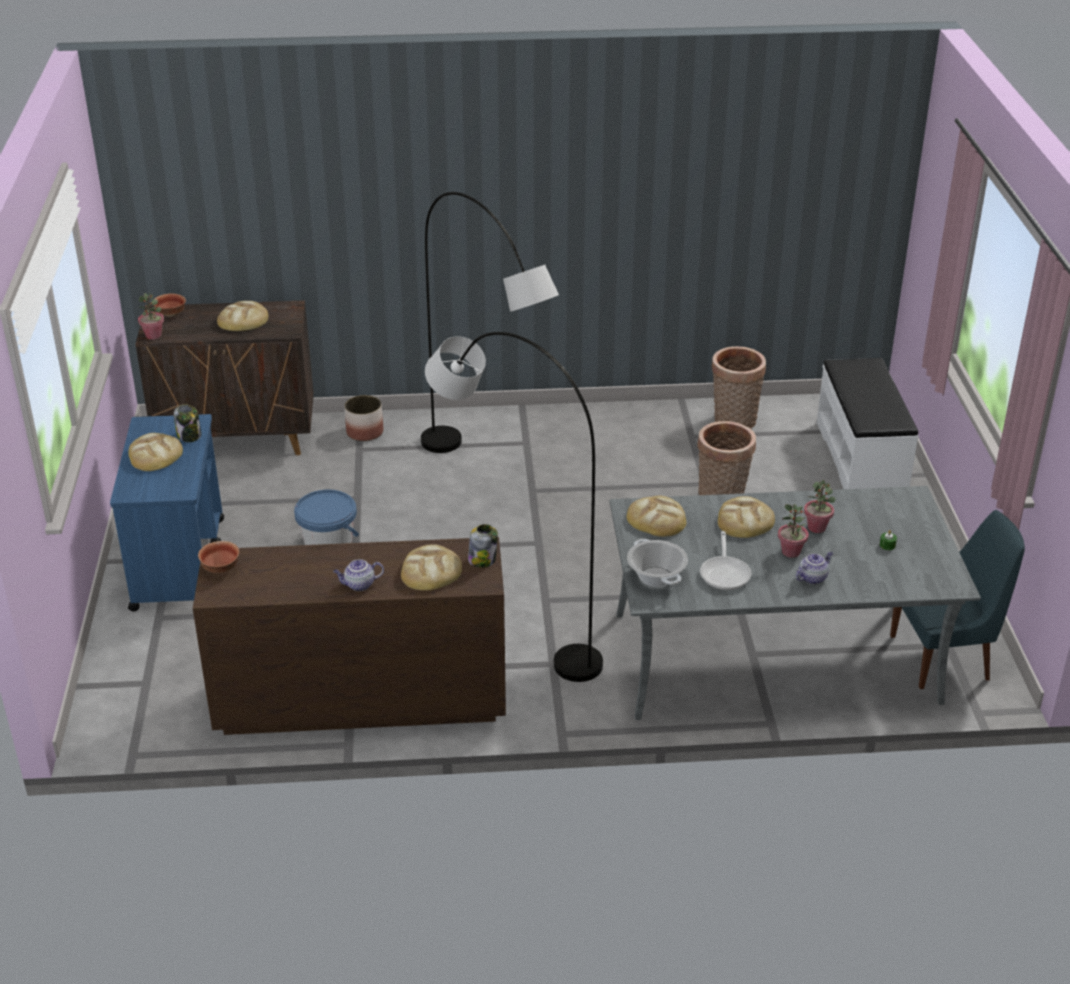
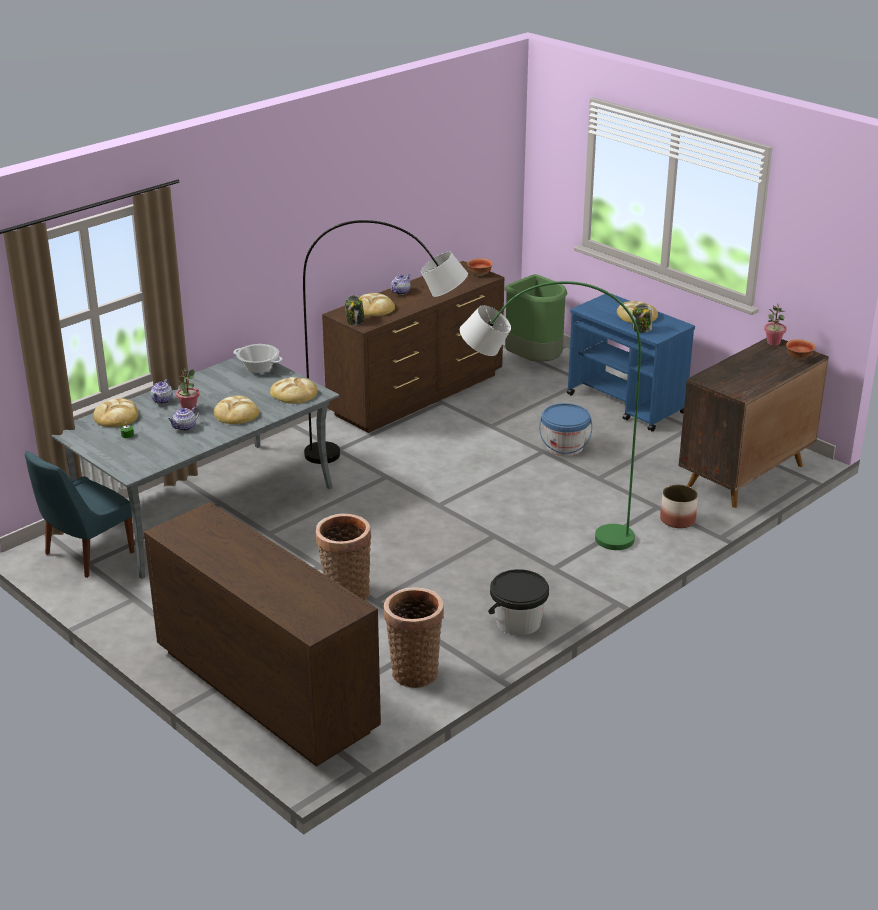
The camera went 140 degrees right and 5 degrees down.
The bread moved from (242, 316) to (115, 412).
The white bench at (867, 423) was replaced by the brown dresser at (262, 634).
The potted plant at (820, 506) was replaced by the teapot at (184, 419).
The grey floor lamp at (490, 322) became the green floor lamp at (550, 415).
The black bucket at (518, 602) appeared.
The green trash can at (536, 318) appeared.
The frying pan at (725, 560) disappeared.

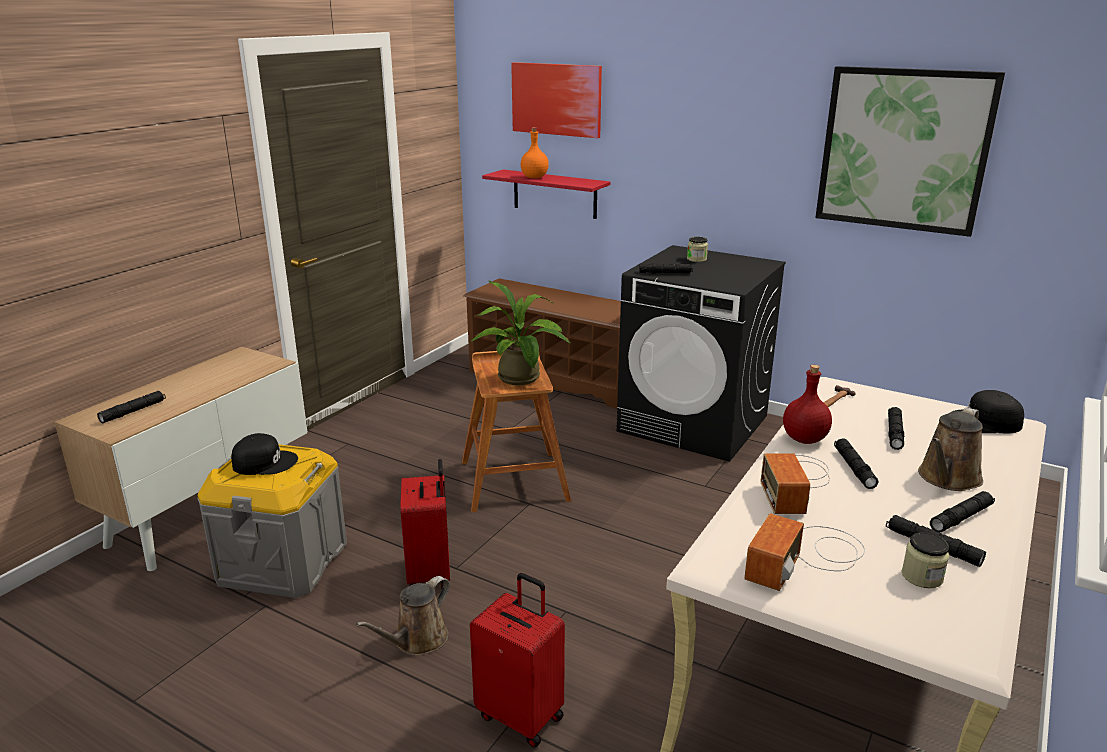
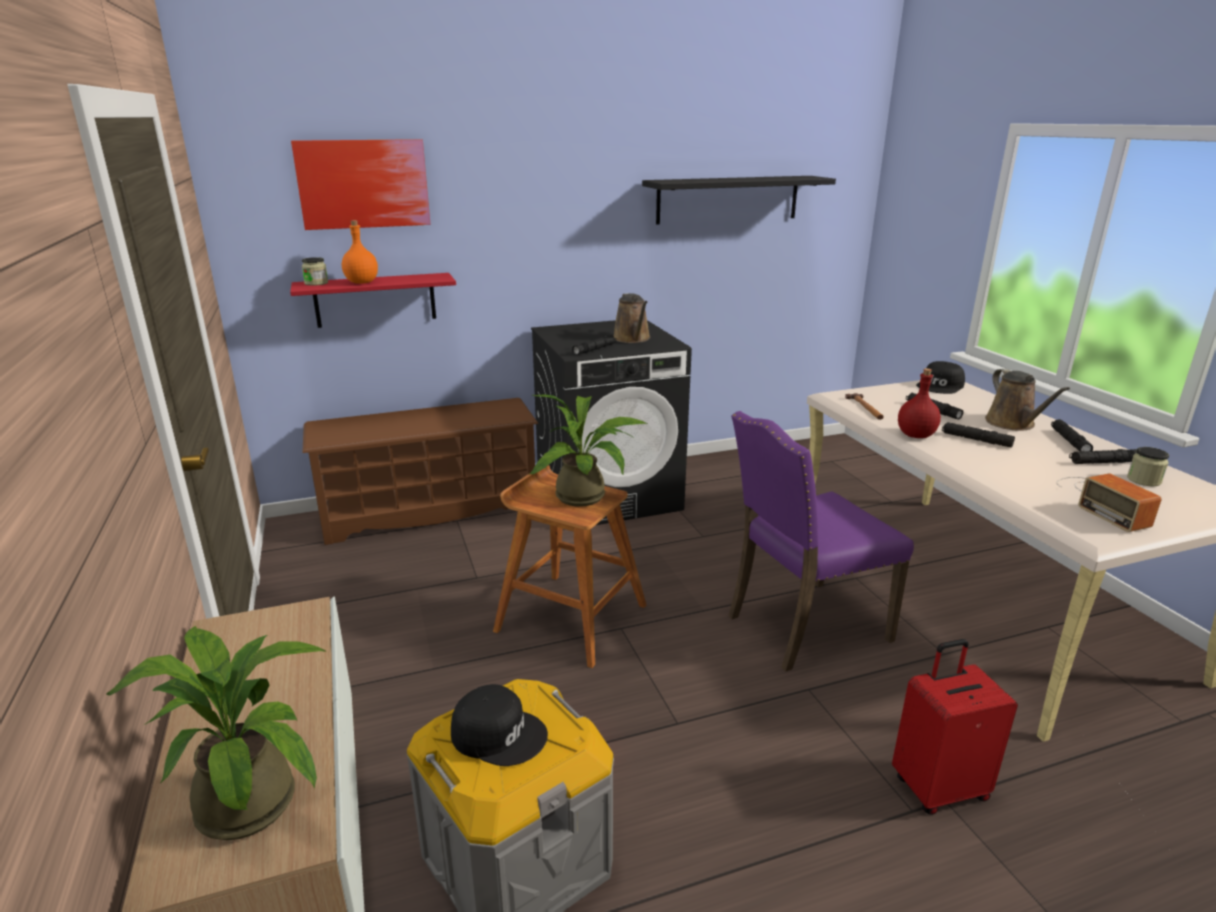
The camera went 50 degrees left and 0 degrees up.
The black flashlight at (131, 407) was replaced by the potted plant at (216, 733).
The jar moved from (697, 249) to (315, 271).
The black cap at (264, 454) turned 75 degrees clockwise.
The brown watering can moved from (403, 616) to (632, 318).
The picture at (910, 151) was replaced by the black shelf at (739, 200).
The purple chair at (821, 541) appeared.
The red suitcase at (425, 524) disappeared.
The radio at (795, 483) disappeared.

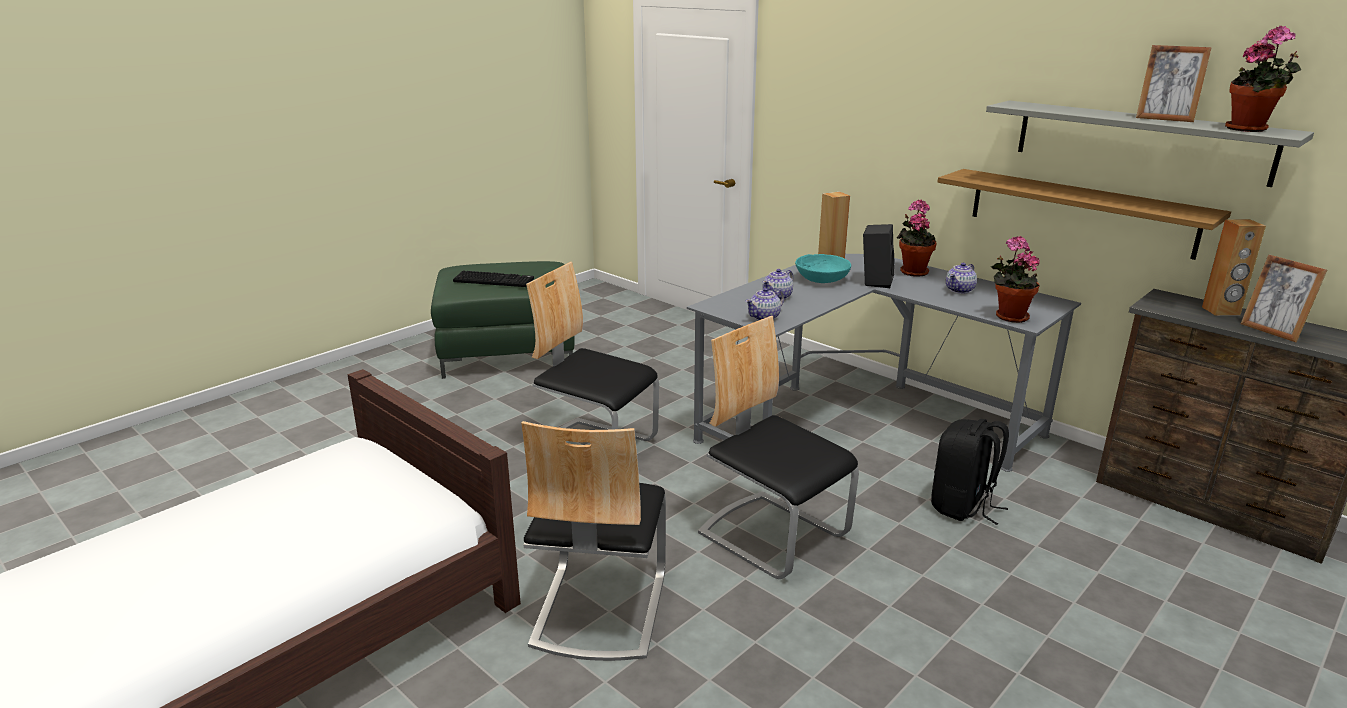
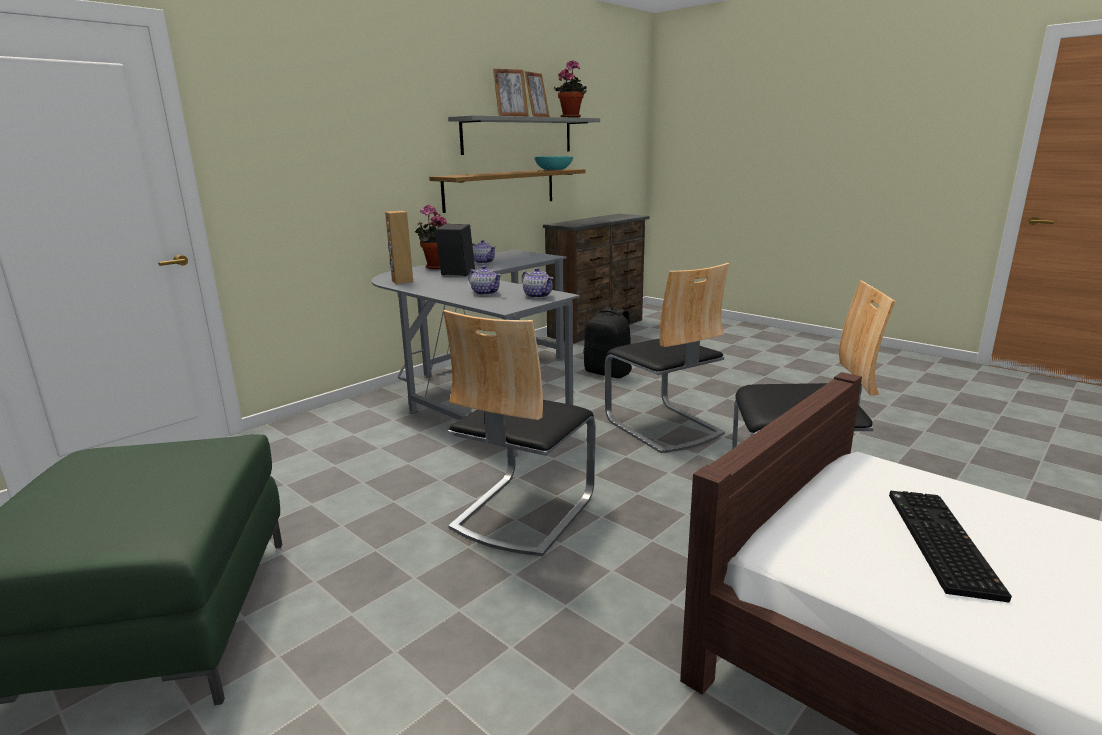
The camera went 90 degrees left and 5 degrees down.
The picture frame moved from (1284, 298) to (511, 92).
The turquoise bowl moved from (823, 268) to (553, 163).
The chair at (778, 447) turned 75 degrees counterclockwise.
The keyboard moved from (493, 279) to (950, 546).
The potted plant at (1015, 279) disappeared.
The brown speaker at (1234, 267) disappeared.

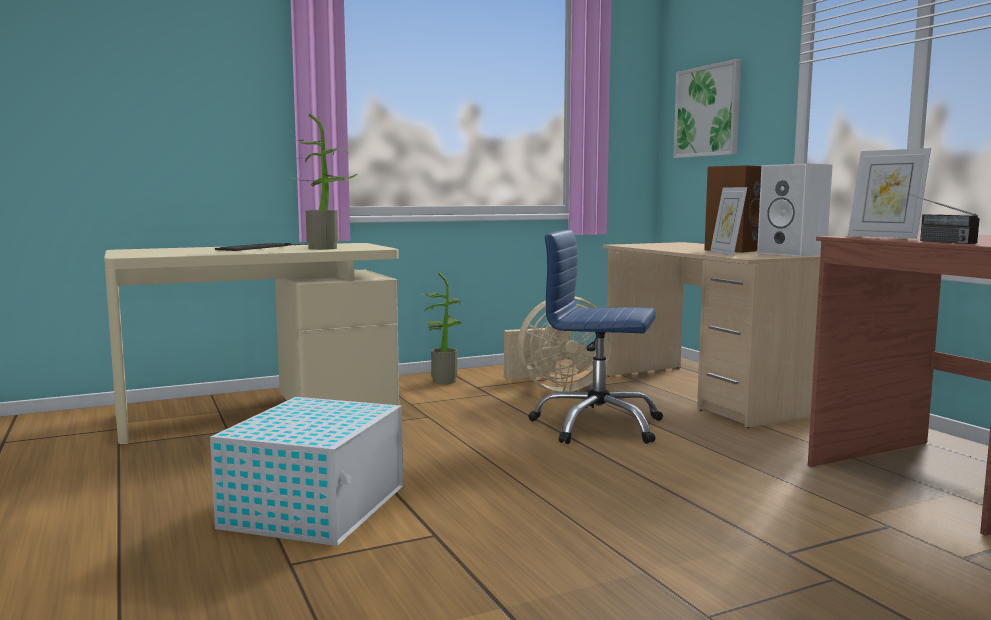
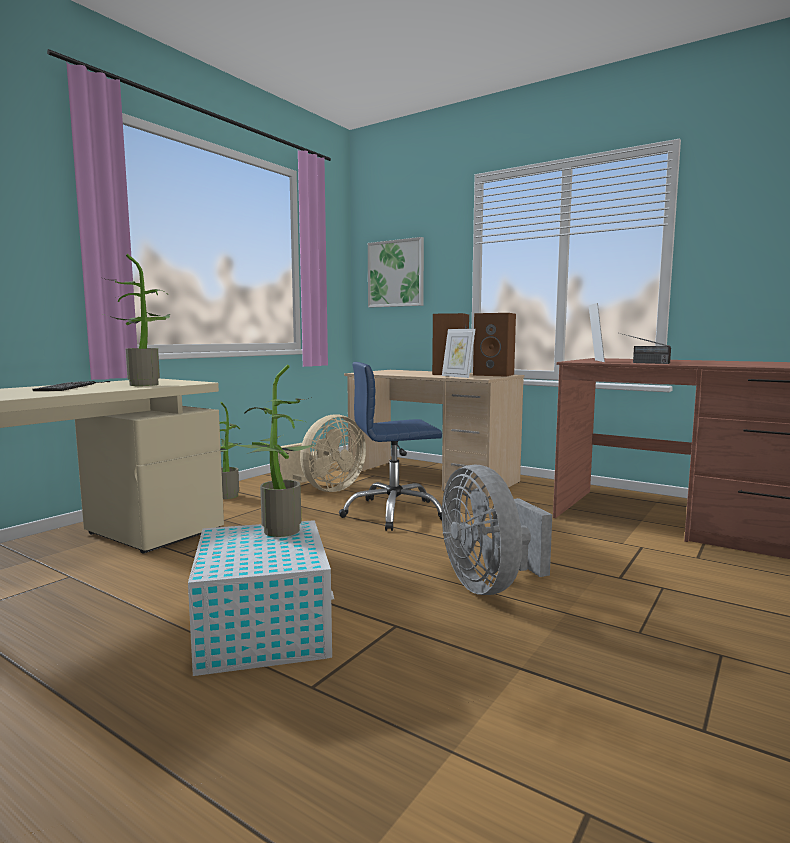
The camera went 30 degrees left and 0 degrees up.
The potted plant at (272, 450) appeared.
The grey fan at (497, 530) appeared.
The white speaker at (794, 210) became the brown speaker at (494, 345).
The picture frame at (889, 193) turned 105 degrees counterclockwise.

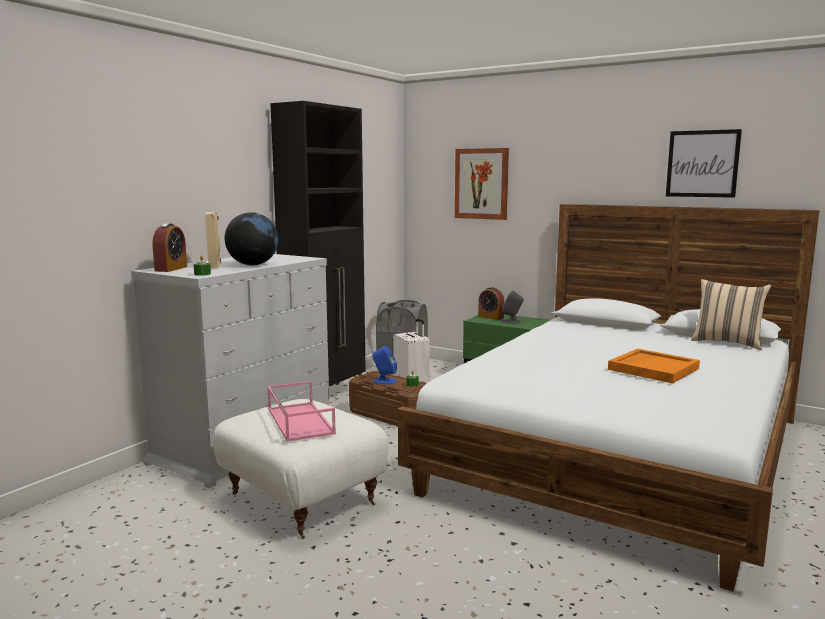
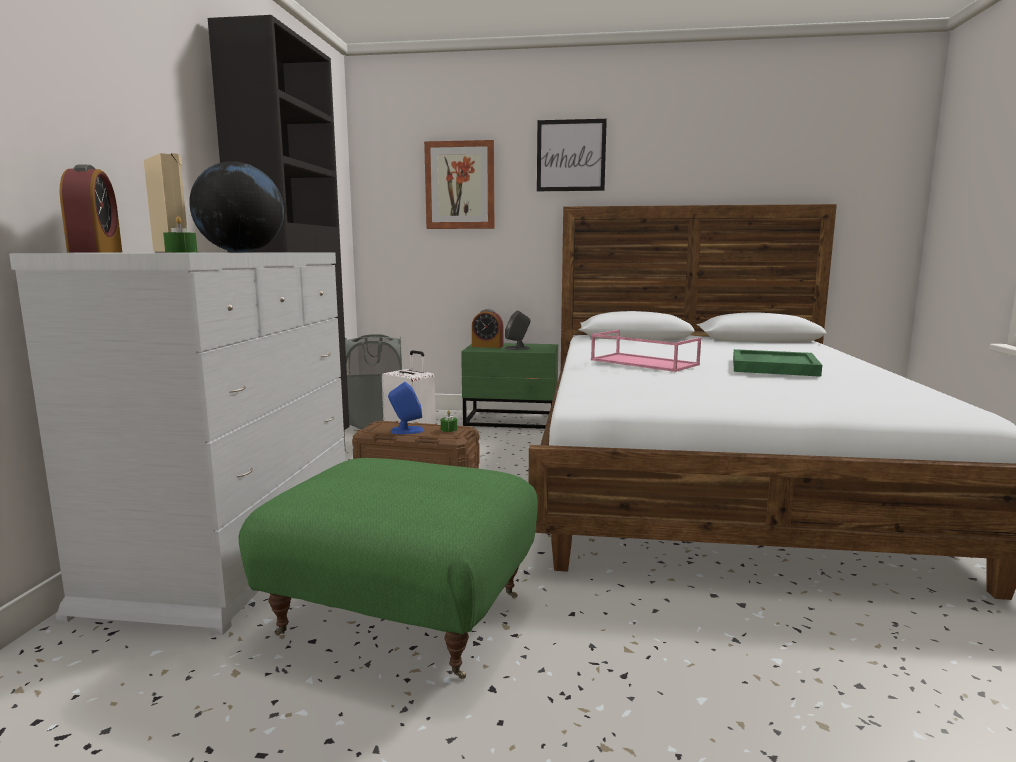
The camera went 25 degrees left and 0 degrees up.
The white ottoman at (301, 469) became the green ottoman at (388, 568).
The picture moved from (704, 163) to (572, 155).
The pink tray moved from (301, 411) to (646, 351).
The orange tray at (654, 366) became the green tray at (777, 363).
The beige pillow at (731, 314) disappeared.

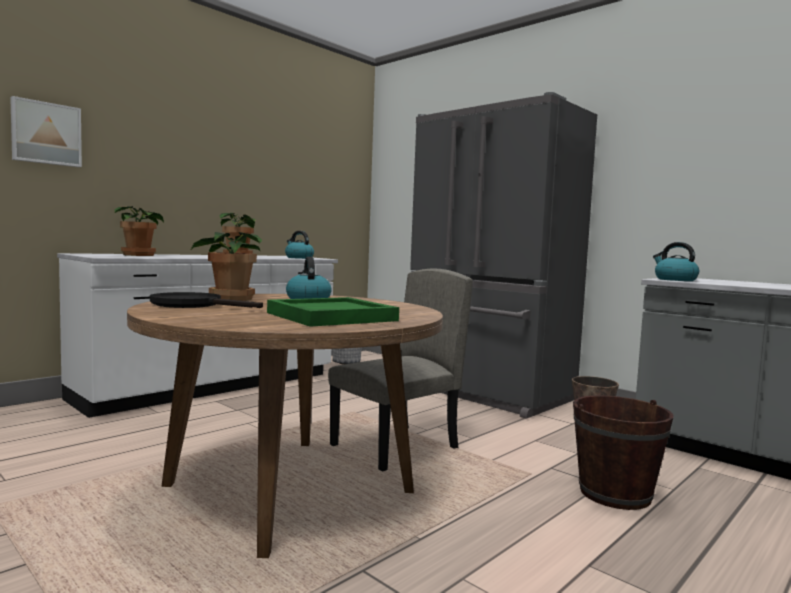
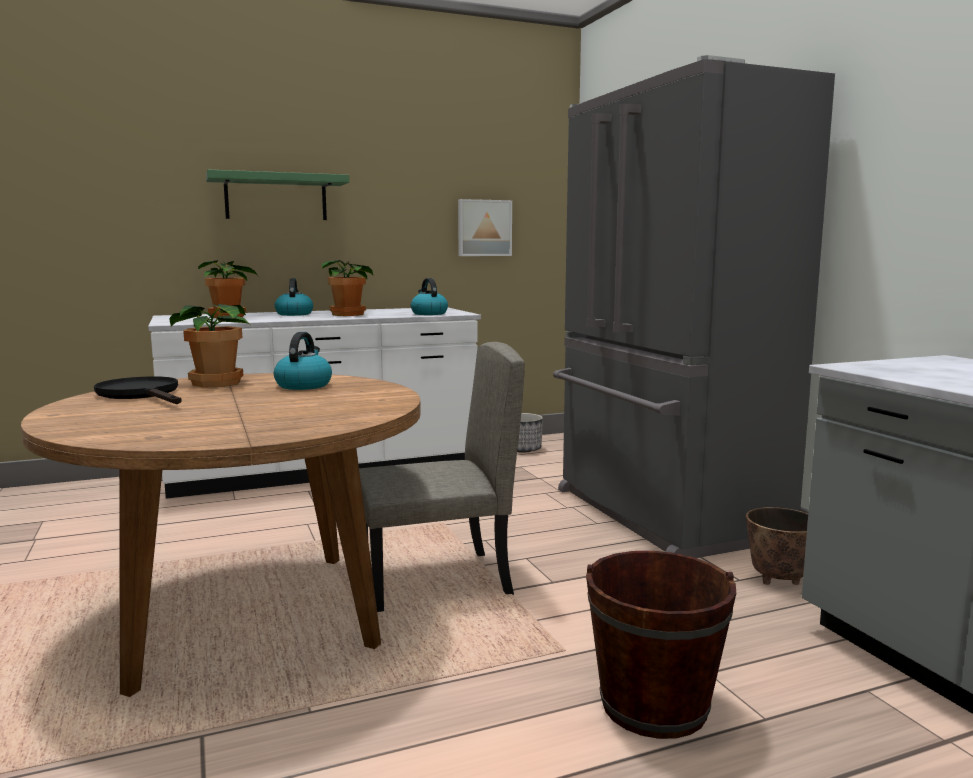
The camera went 25 degrees right and 5 degrees up.
The green shelf at (277, 195) appeared.
The kettle moved from (676, 261) to (293, 297).
The picture moved from (46, 131) to (485, 227).
The green tray at (333, 312) disappeared.

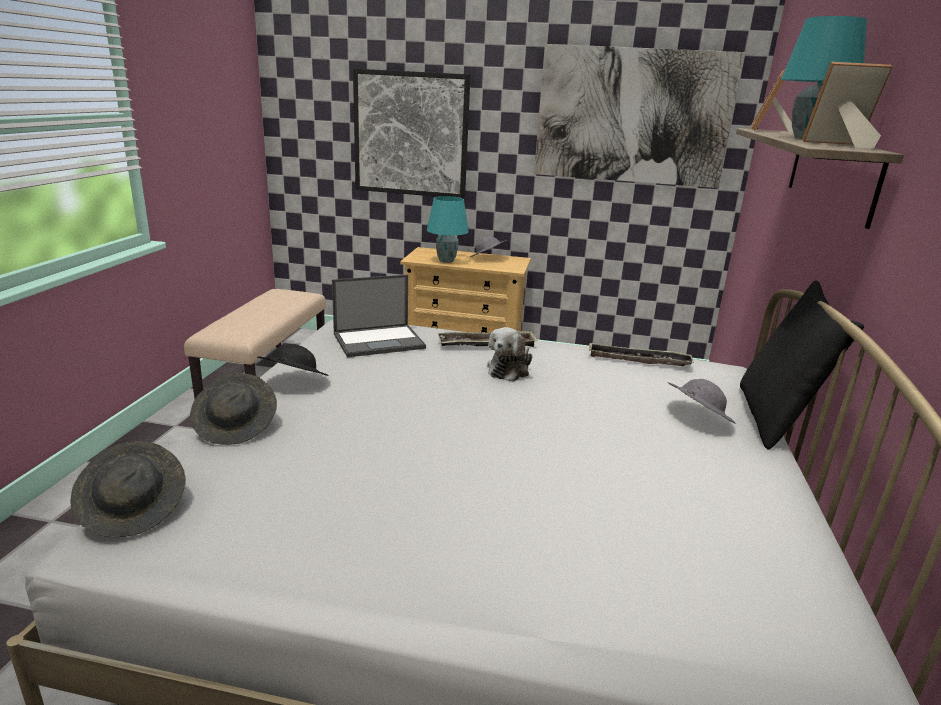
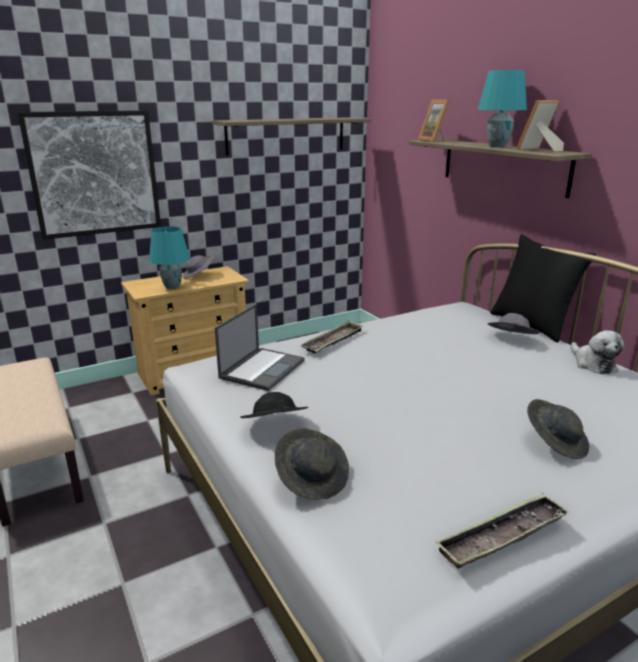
The camera went 40 degrees left and 0 degrees up.
The picture at (639, 116) was replaced by the shelf at (291, 136).
The tray moved from (641, 354) to (502, 531).
The grey hat moved from (128, 489) to (558, 429).
The plush toy moved from (509, 354) to (597, 352).

